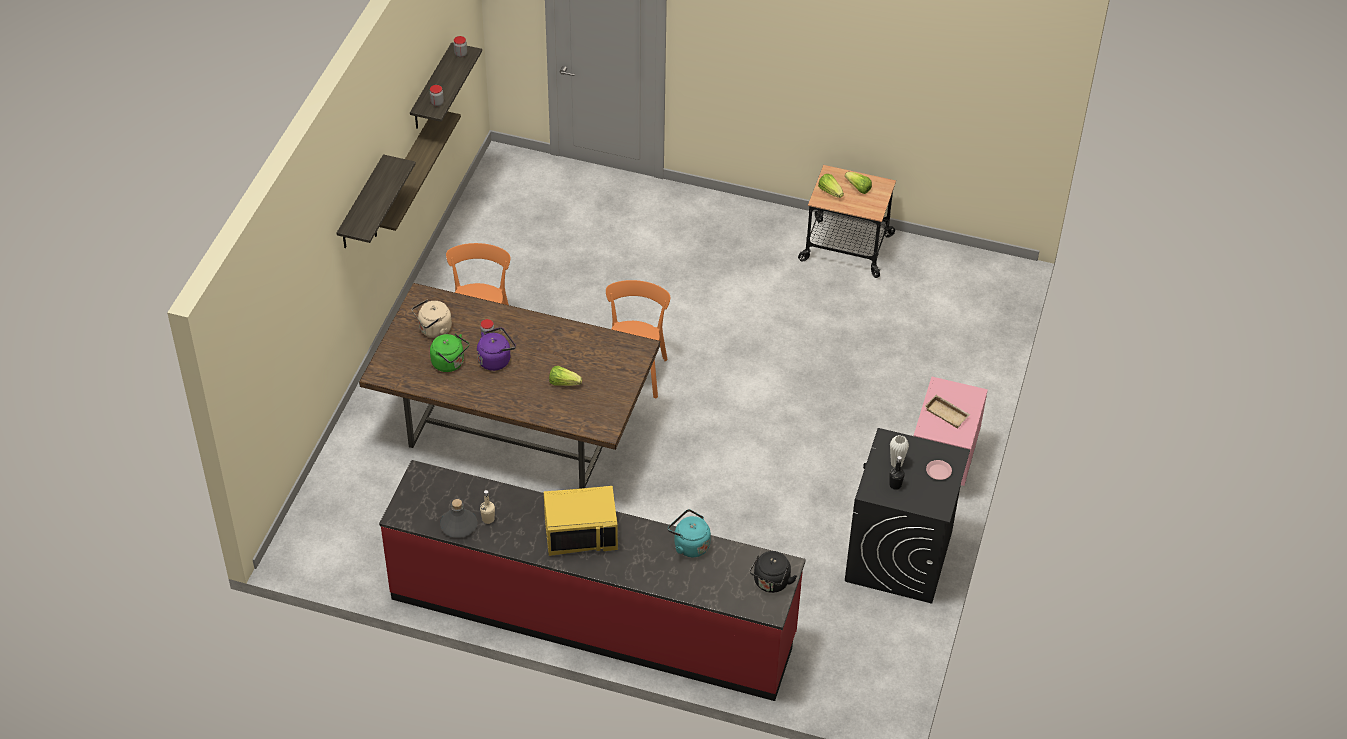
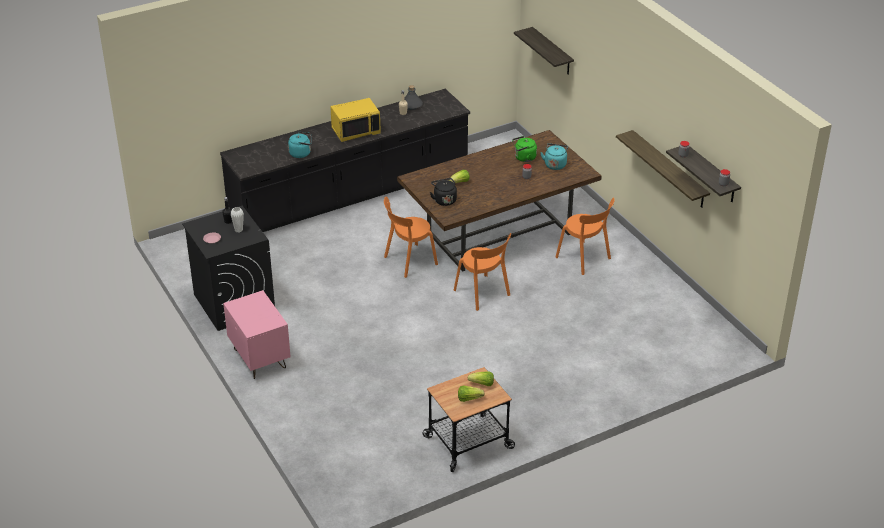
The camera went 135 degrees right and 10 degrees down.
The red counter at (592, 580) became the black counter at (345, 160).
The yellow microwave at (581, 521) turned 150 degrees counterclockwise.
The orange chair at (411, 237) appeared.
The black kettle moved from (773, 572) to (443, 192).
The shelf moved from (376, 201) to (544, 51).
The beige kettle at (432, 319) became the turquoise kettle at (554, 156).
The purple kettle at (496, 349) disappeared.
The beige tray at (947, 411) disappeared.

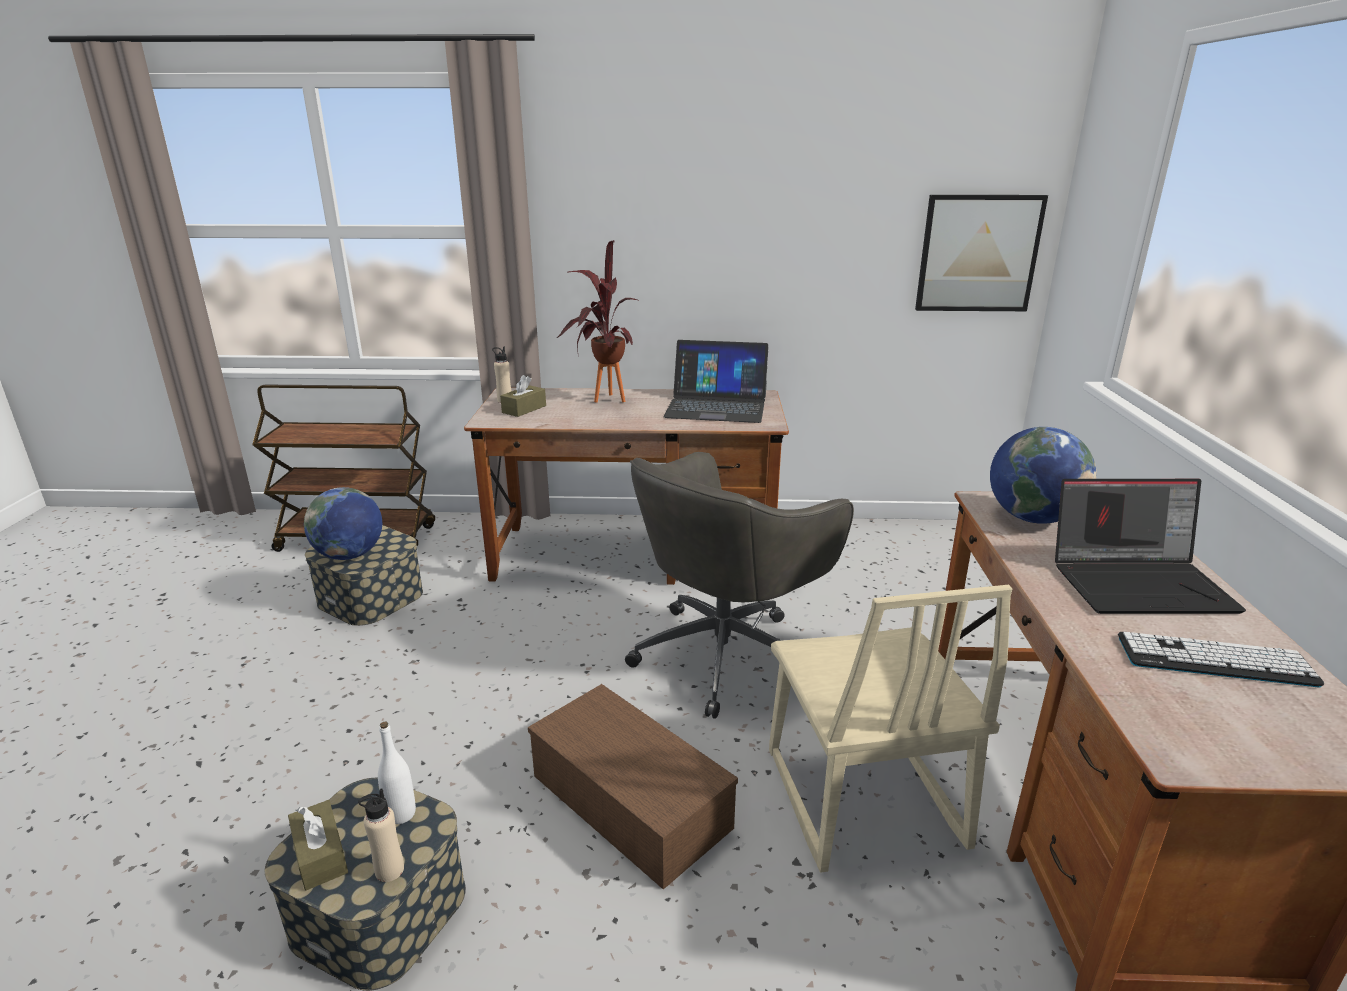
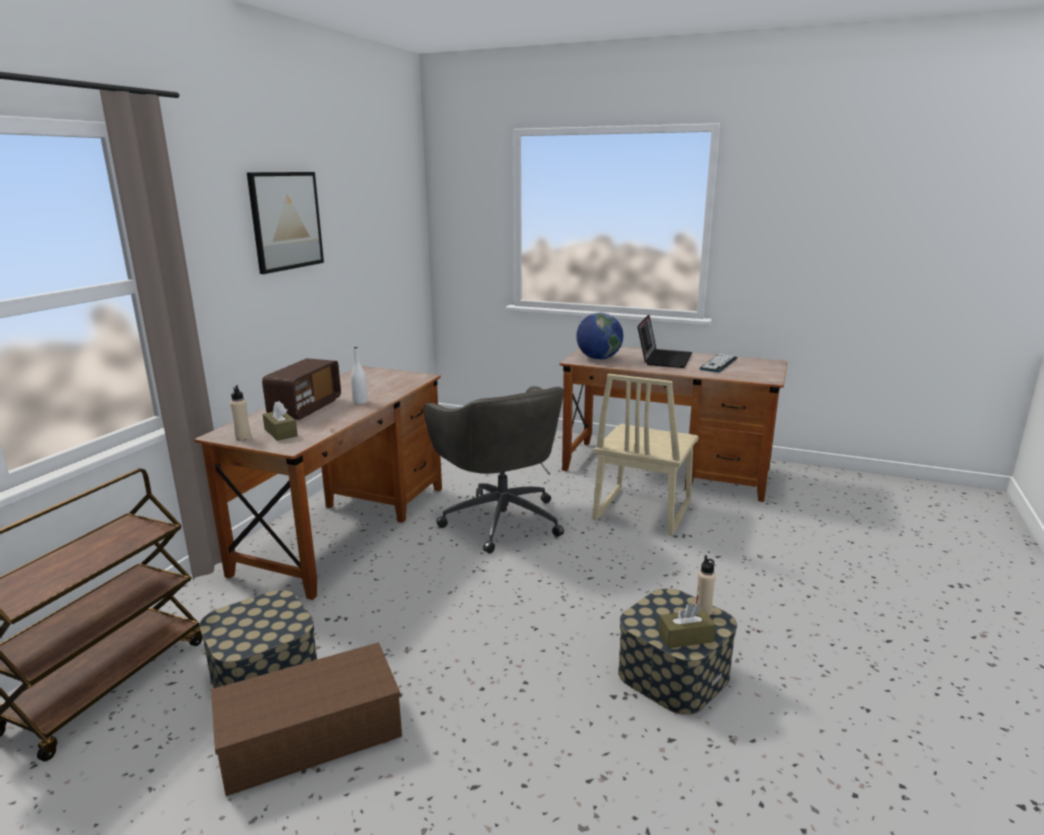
The camera went 70 degrees left and 5 degrees down.
The brown storage box moved from (633, 786) to (306, 719).
The picture moved from (981, 253) to (285, 223).
The potted plant at (597, 321) was replaced by the radio at (301, 389).
The white bottle moved from (397, 773) to (359, 375).
The beige chair at (890, 729) turned 105 degrees clockwise.
The globe at (343, 523) disappeared.
The laptop at (716, 381) disappeared.

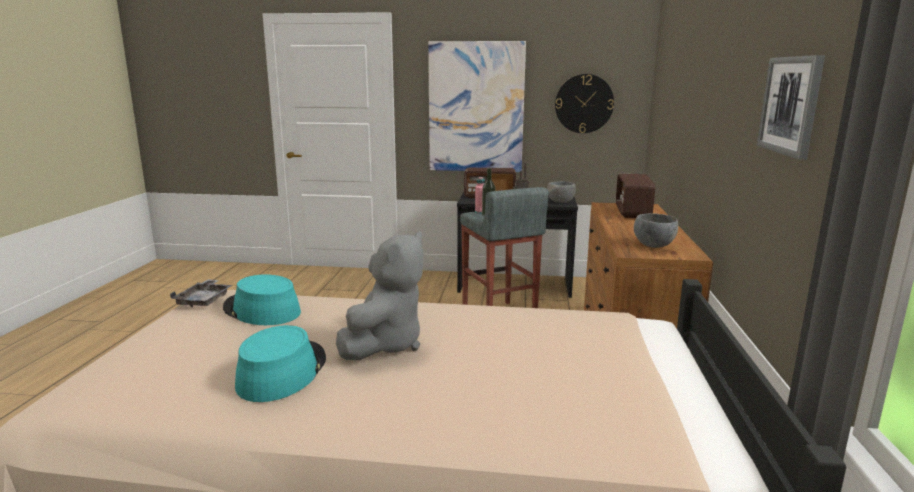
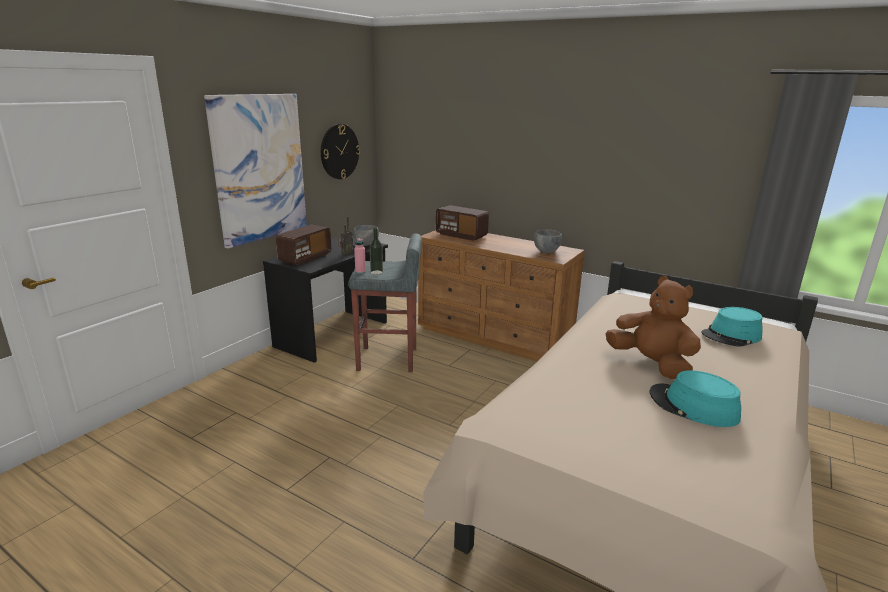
The camera went 65 degrees left and 5 degrees up.
The grey plush toy at (379, 295) became the brown plush toy at (653, 327).
The turquoise hat moved from (262, 299) to (732, 327).
The grey tray at (201, 293) disappeared.
The picture at (791, 107) disappeared.

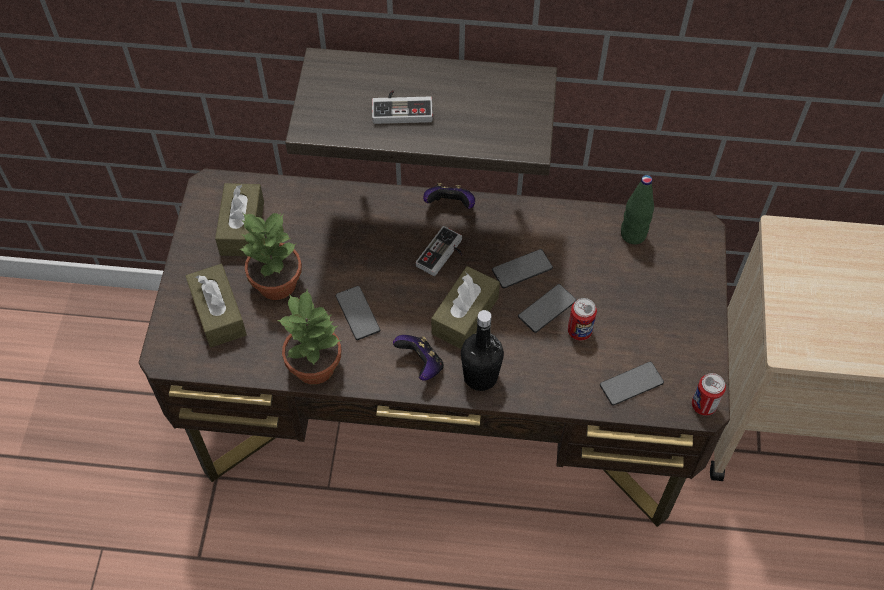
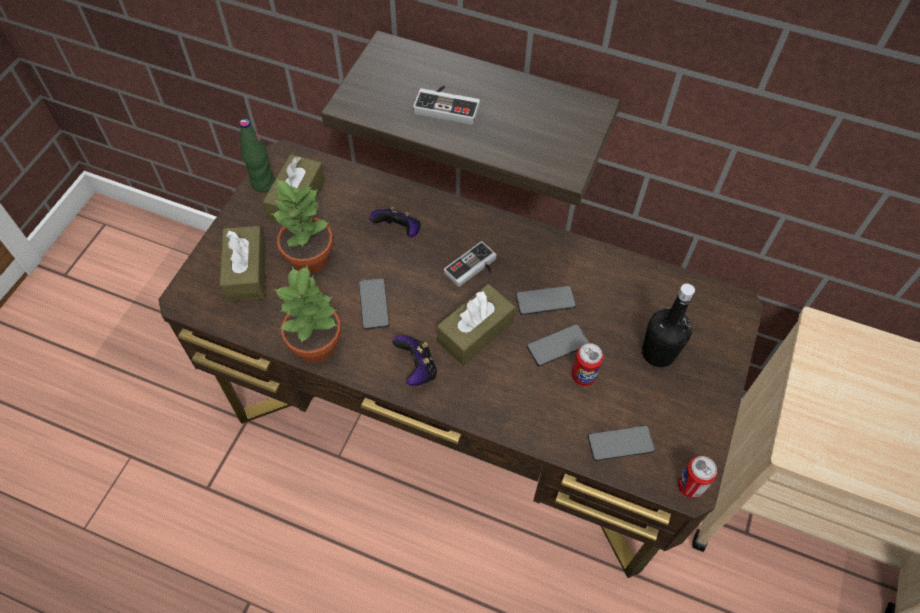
The camera went 15 degrees right and 0 degrees up.
The green bottle moved from (637, 209) to (257, 156).
The game controller moved from (449, 196) to (395, 221).
The black bottle moved from (482, 350) to (668, 325).

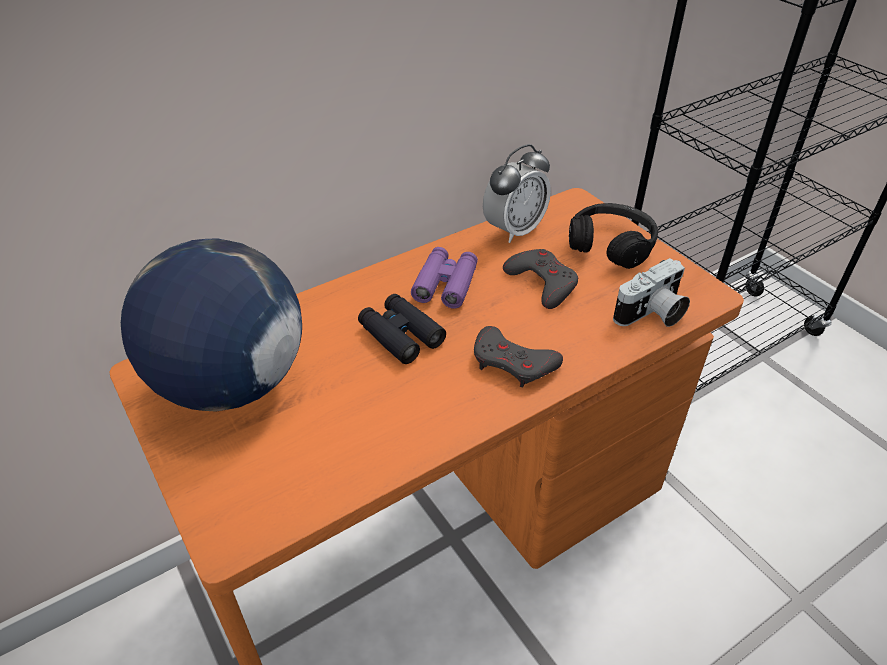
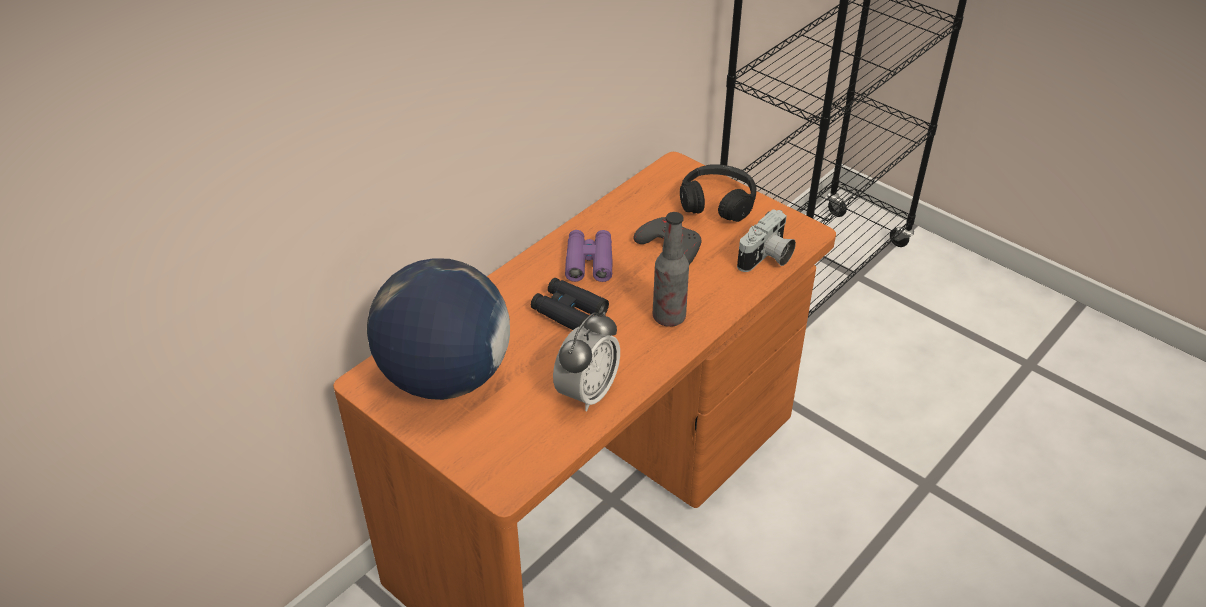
The camera went 15 degrees left and 0 degrees up.
The alarm clock moved from (517, 193) to (586, 361).
The grey game controller at (518, 356) was replaced by the bottle at (671, 269).

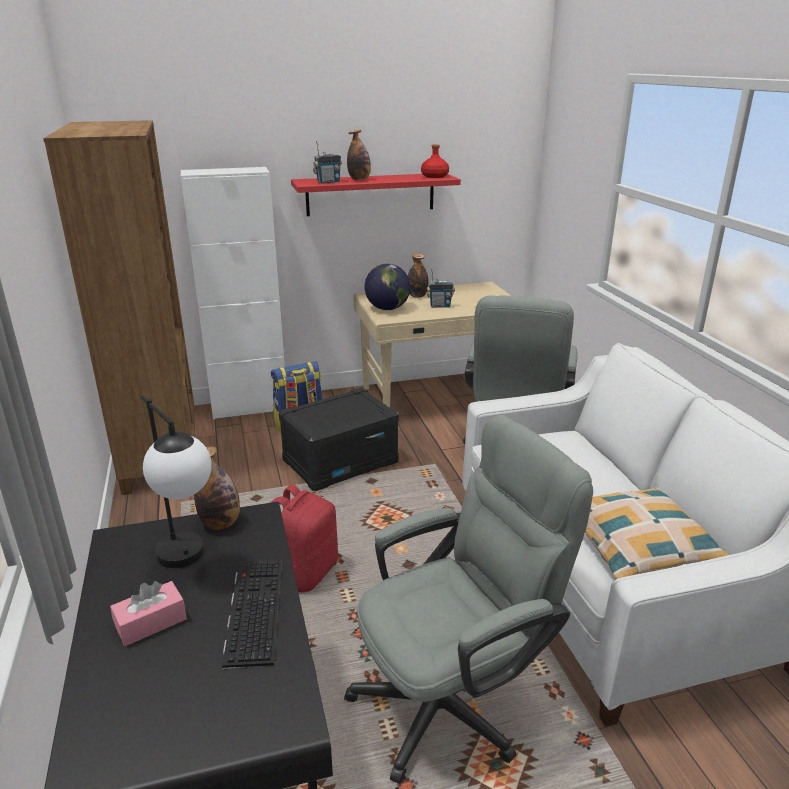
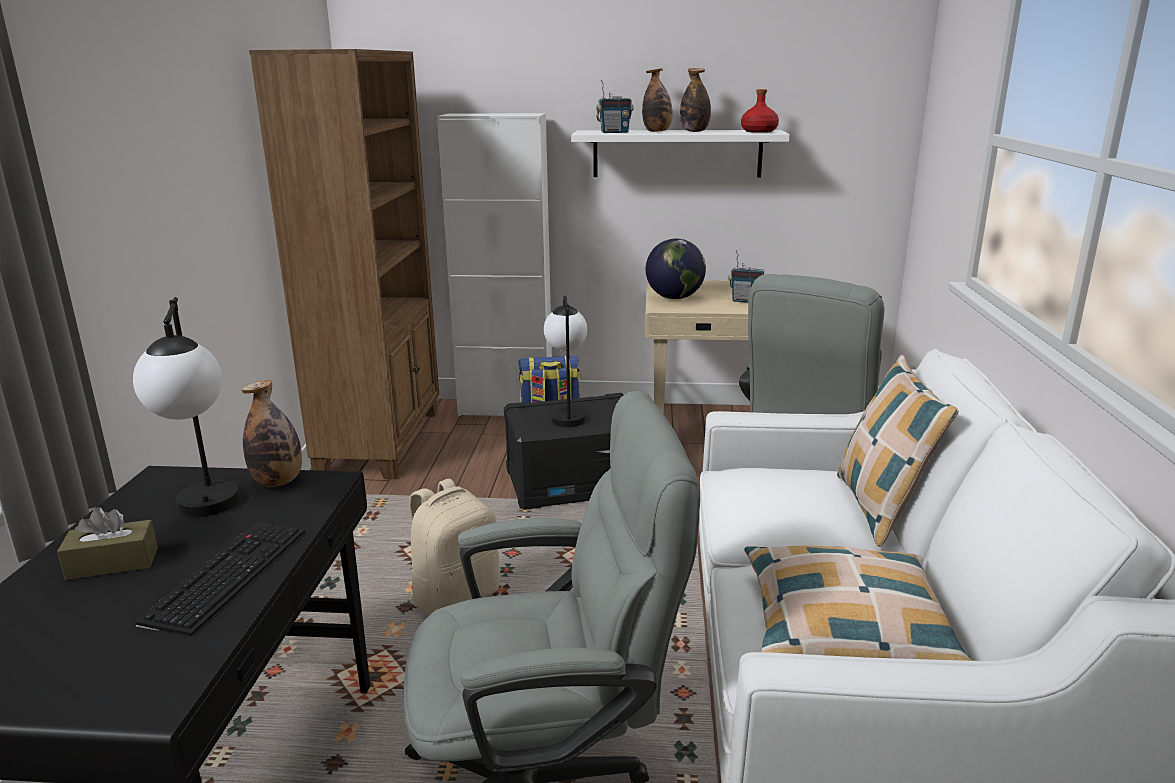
The camera went 20 degrees right and 5 degrees down.
The pink tissue box at (148, 613) became the brown tissue box at (107, 543).
The red backpack at (304, 538) became the beige backpack at (454, 546).
The table lamp at (565, 361) appeared.
The red shelf at (376, 195) became the white shelf at (680, 153).
The bottle moved from (418, 275) to (695, 100).
The pillow at (898, 451) appeared.

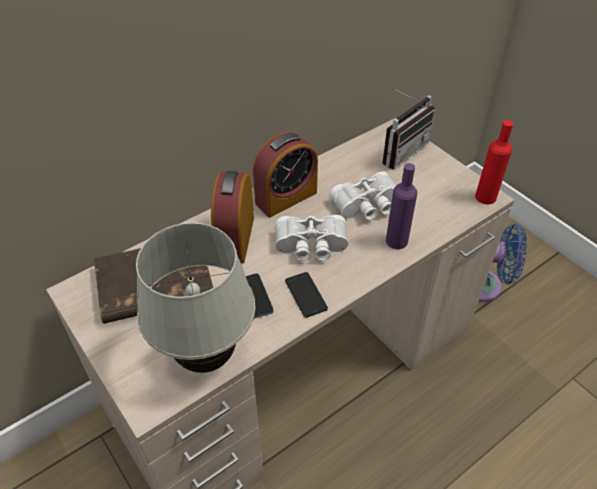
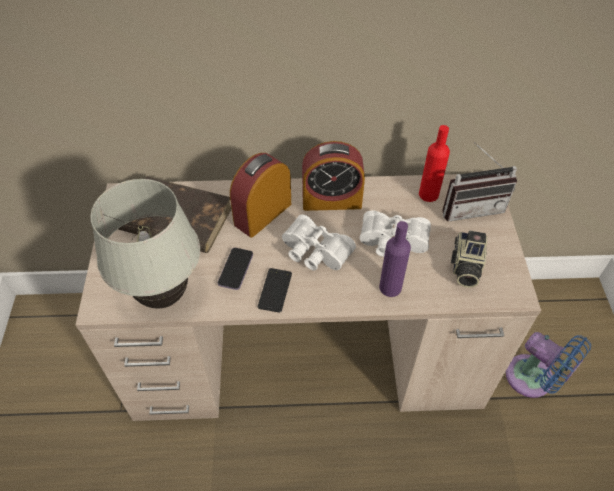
The camera went 35 degrees right and 5 degrees up.
The red bottle moved from (494, 162) to (434, 163).
The photo camera at (469, 259) appeared.

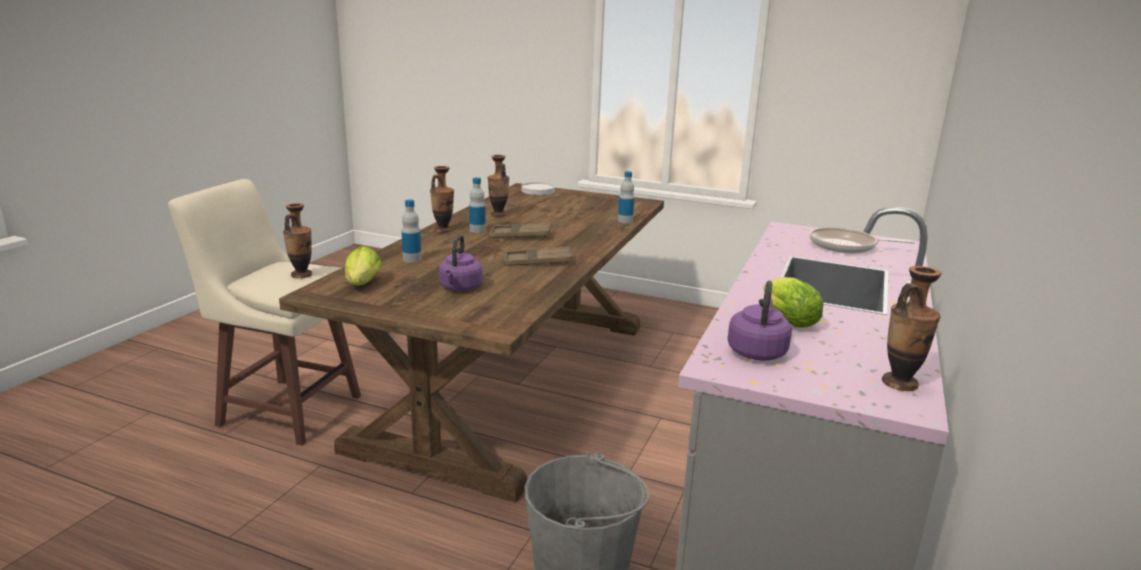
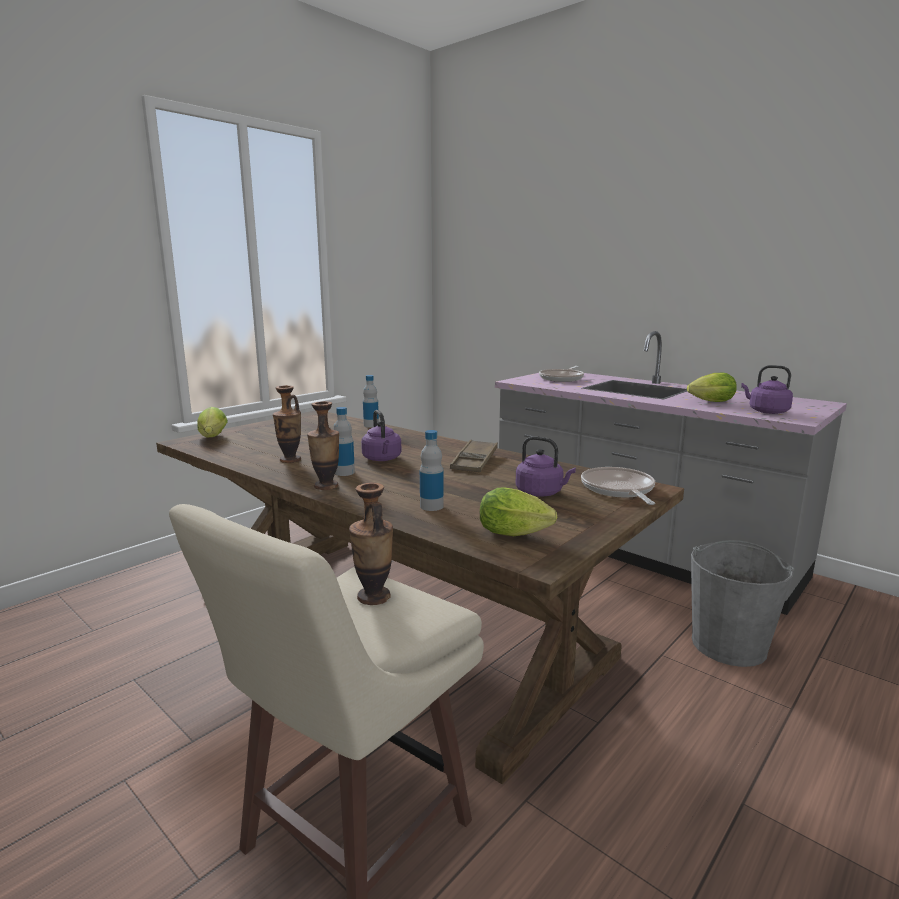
The camera went 70 degrees left and 5 degrees down.
The white plate at (538, 188) was replaced by the lettuce at (212, 422).
The brown tray at (520, 230) was replaced by the purple kettle at (381, 435).
The frying pan at (618, 486) appeared.
The vase at (912, 328) disappeared.

